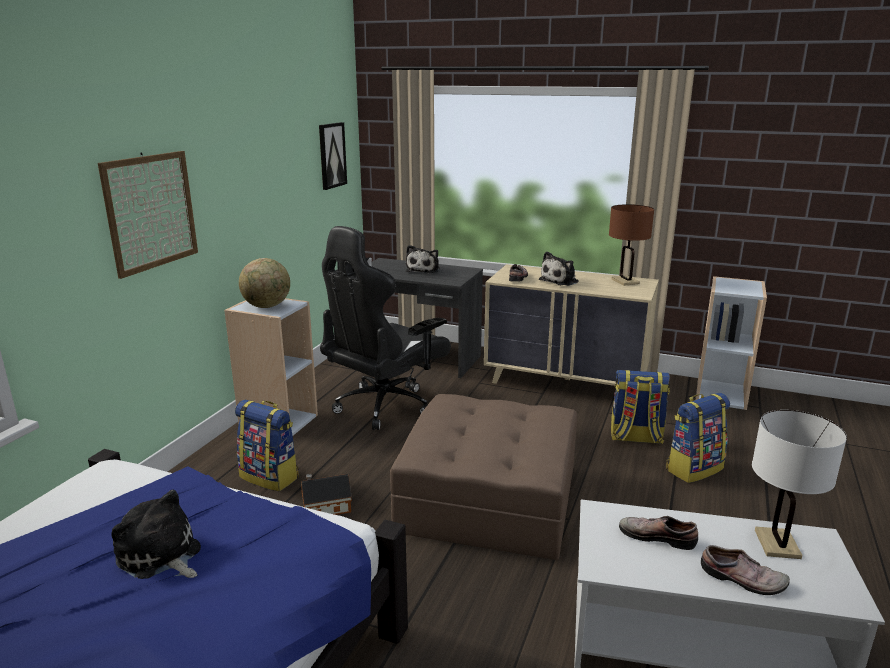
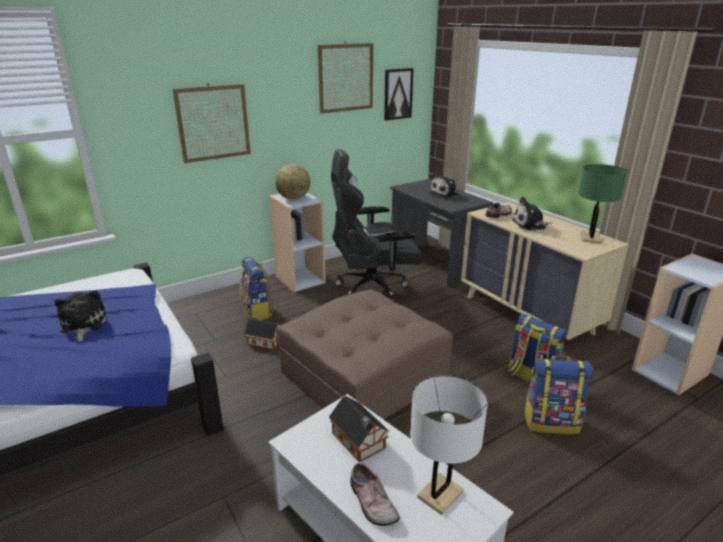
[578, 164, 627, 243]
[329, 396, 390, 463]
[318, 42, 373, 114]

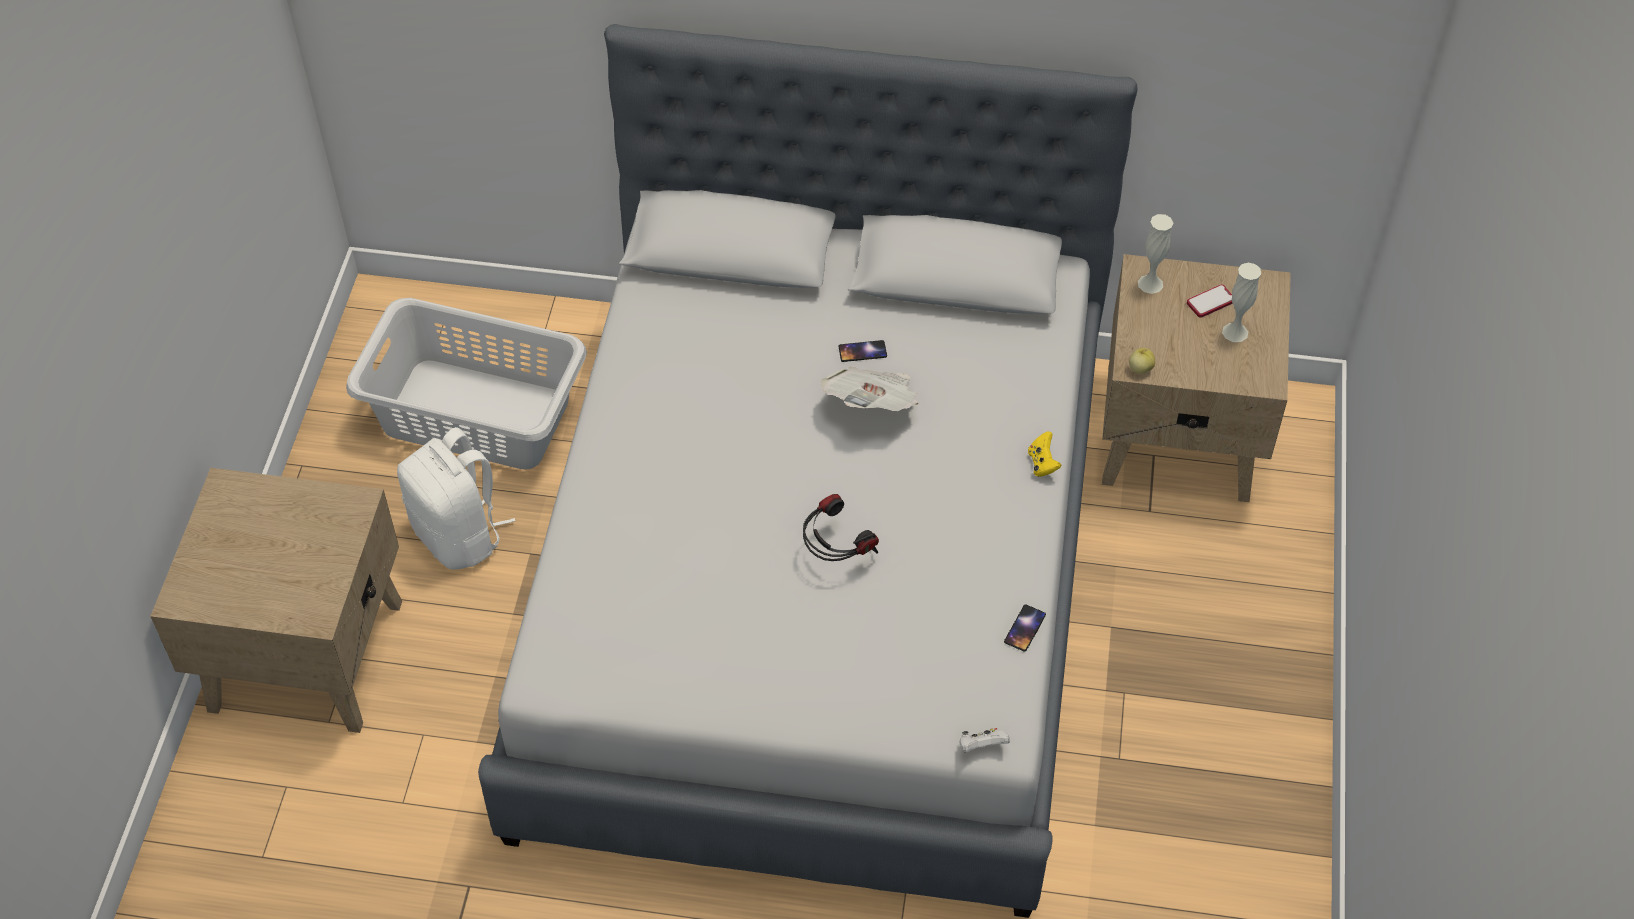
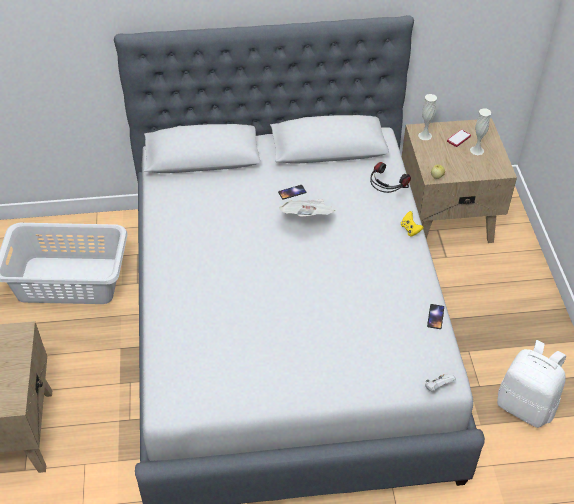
[497, 340, 566, 428]
[370, 162, 411, 193]

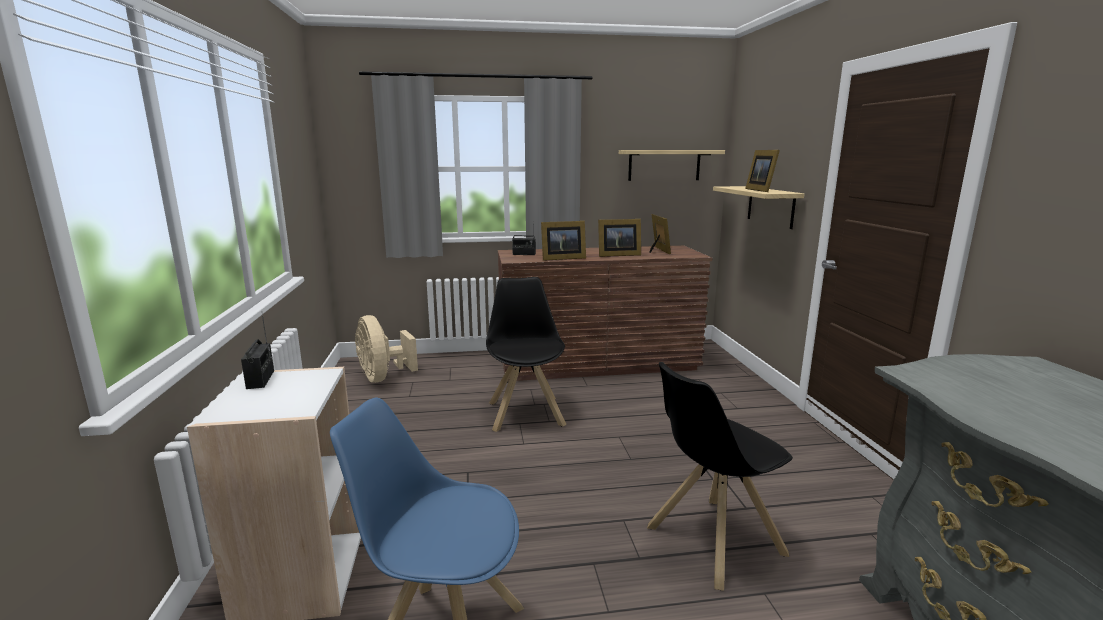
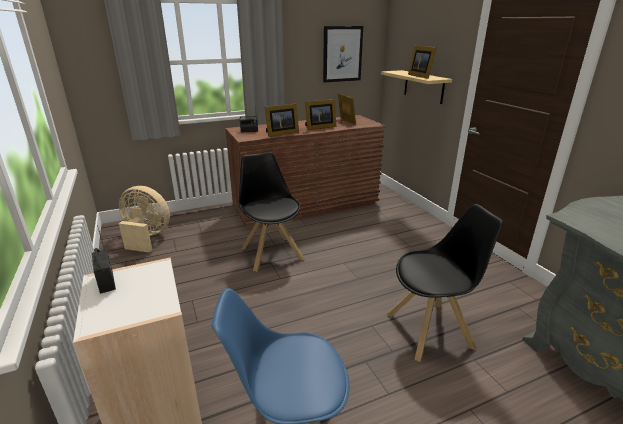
[119, 186, 170, 252]
[323, 26, 363, 82]
[387, 204, 504, 362]

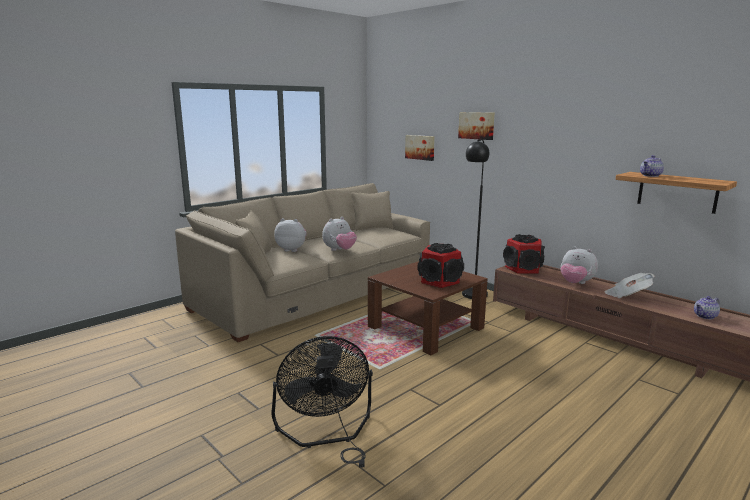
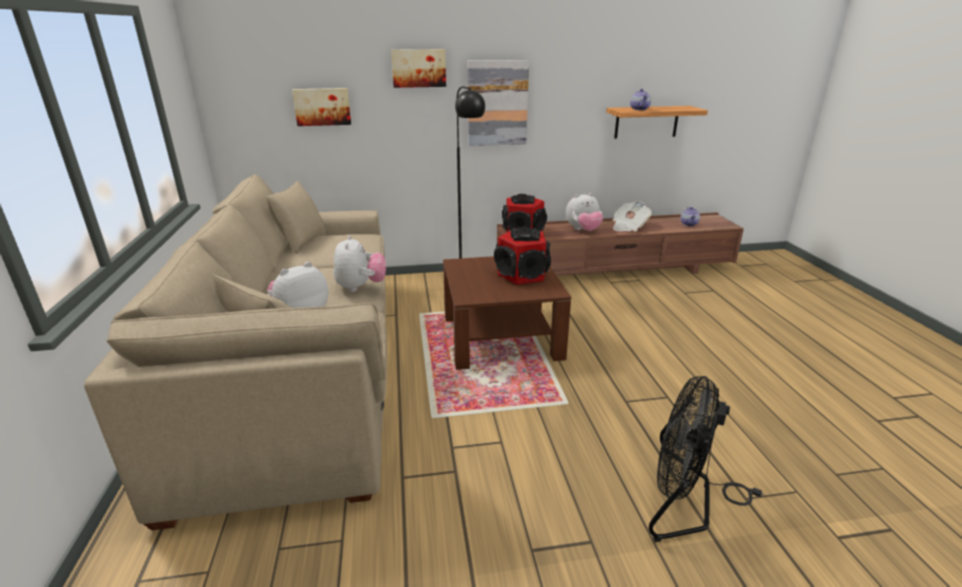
[467, 60, 529, 146]

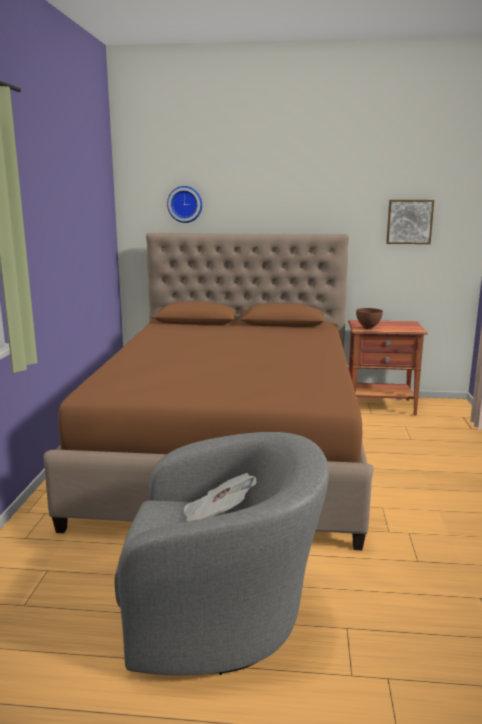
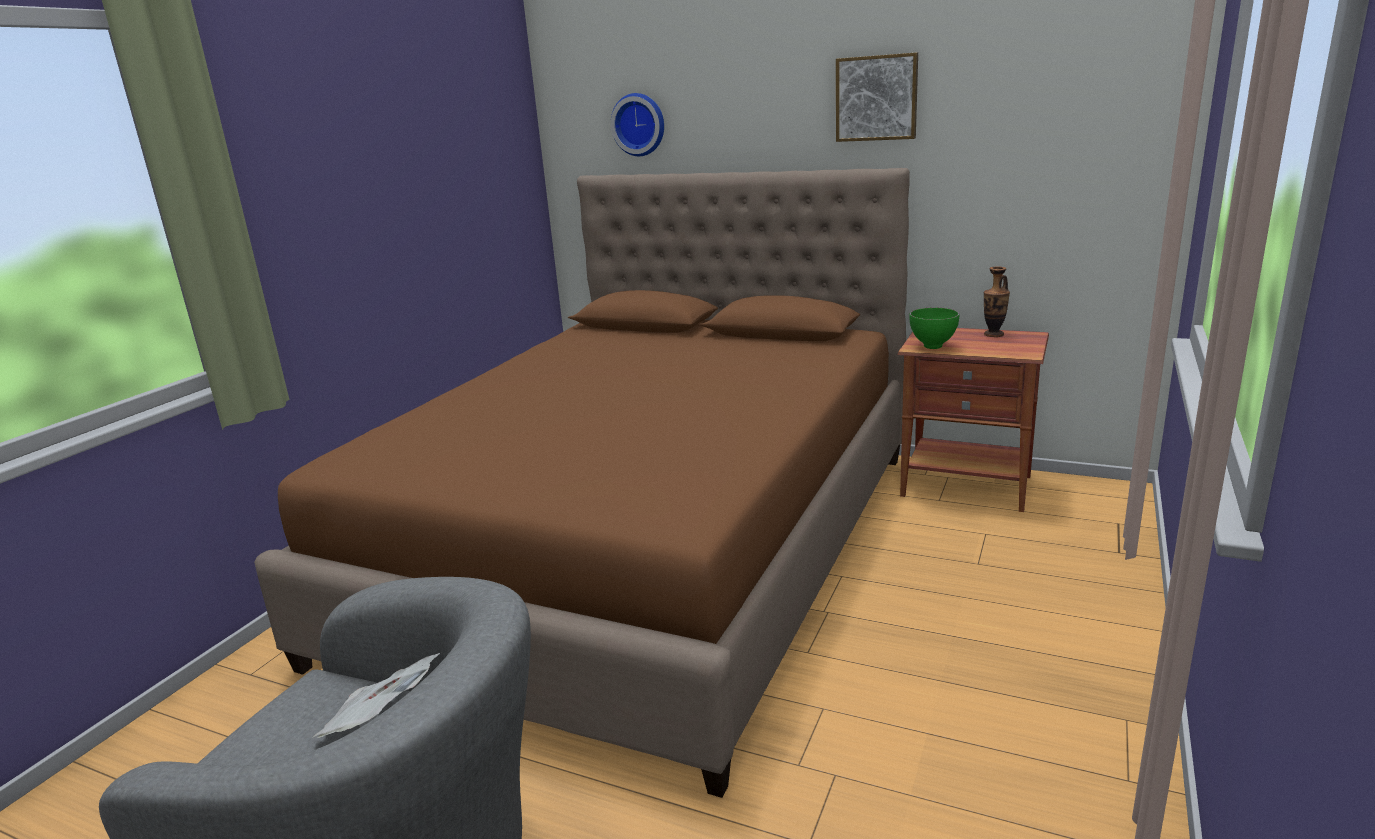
[909, 308, 959, 349]
[836, 52, 918, 142]
[984, 266, 1010, 337]

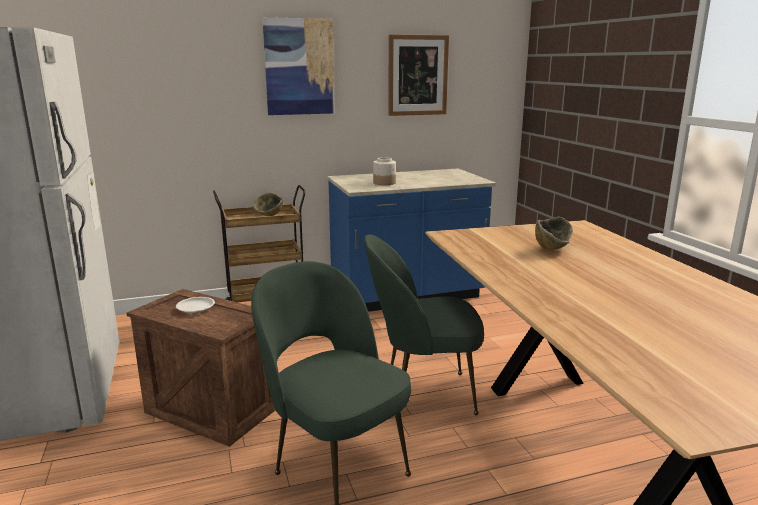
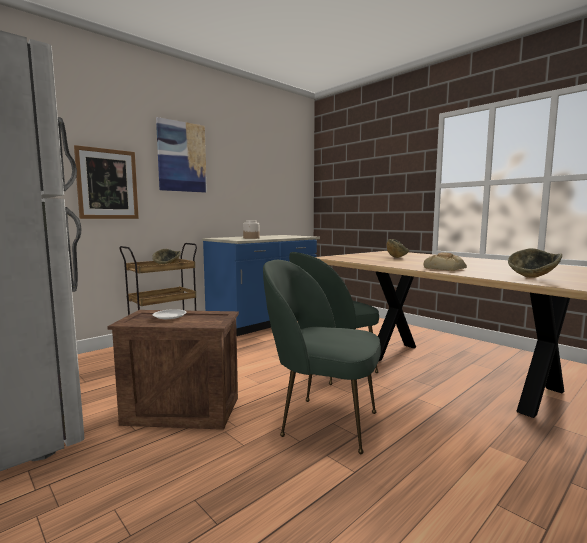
[74, 145, 139, 219]
[424, 252, 467, 271]
[508, 248, 562, 278]

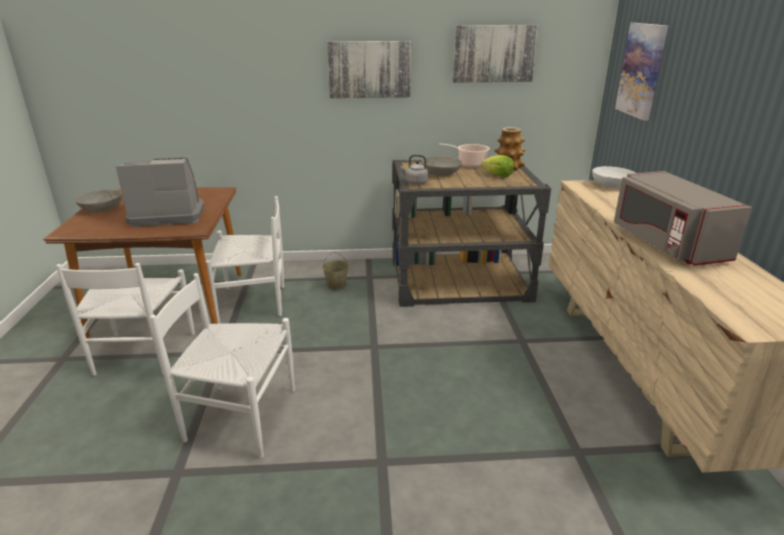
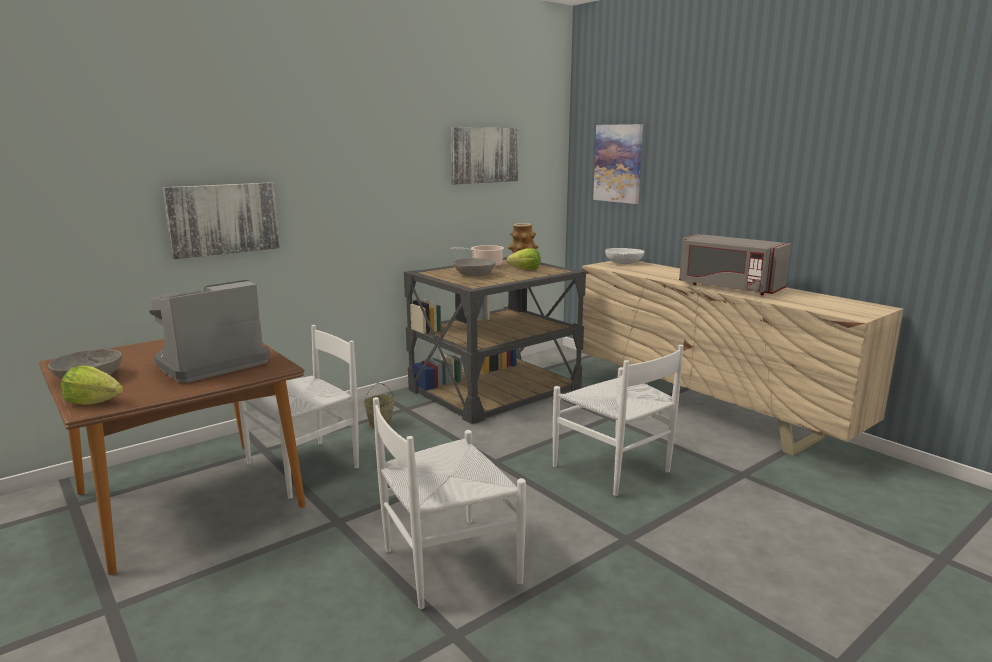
[553, 345, 683, 496]
[162, 183, 280, 259]
[400, 155, 429, 185] (first image)
[61, 365, 123, 405]

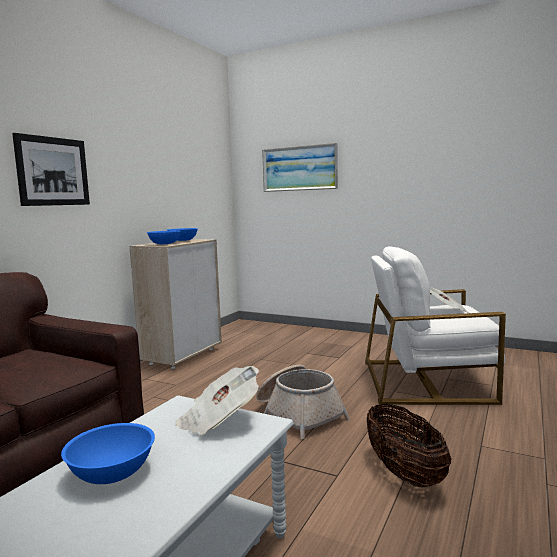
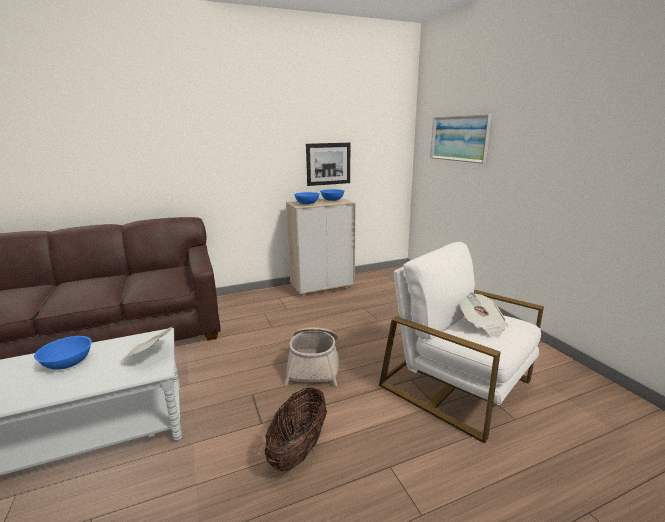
[306, 143, 350, 186]

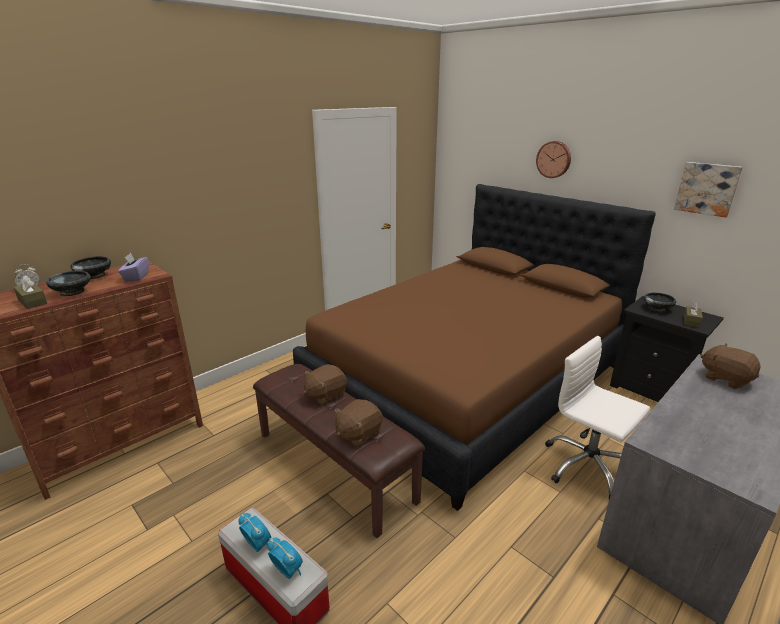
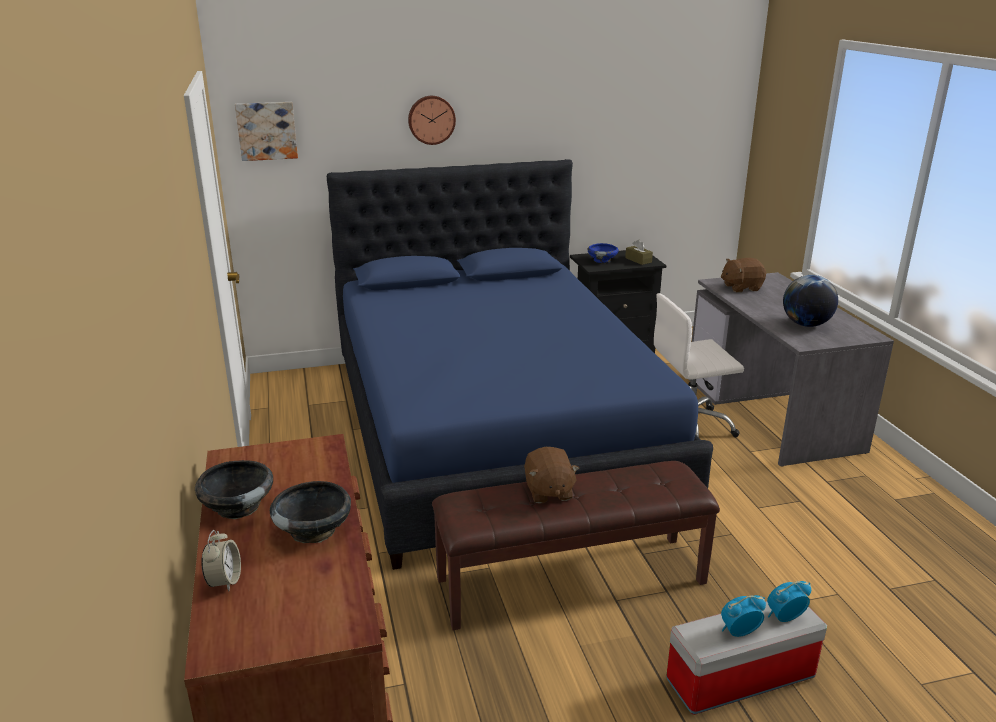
[14, 276, 47, 309] (first image)
[118, 253, 149, 281] (first image)
[327, 159, 713, 570]
[334, 399, 383, 448] (first image)
[588, 243, 619, 263]
[235, 102, 298, 161]
[783, 275, 838, 327]

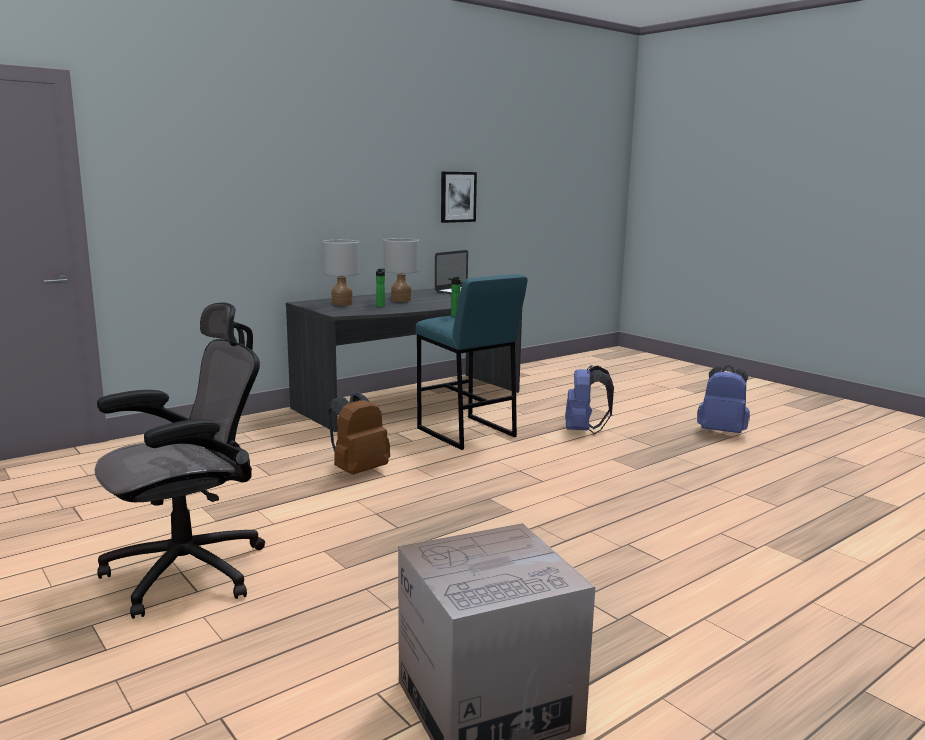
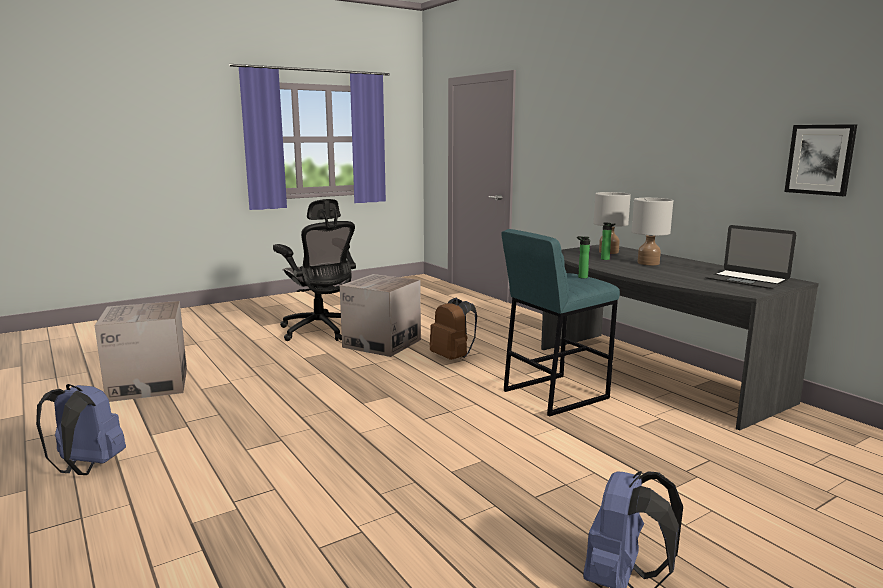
[36, 384, 126, 475]
[340, 274, 421, 357]

